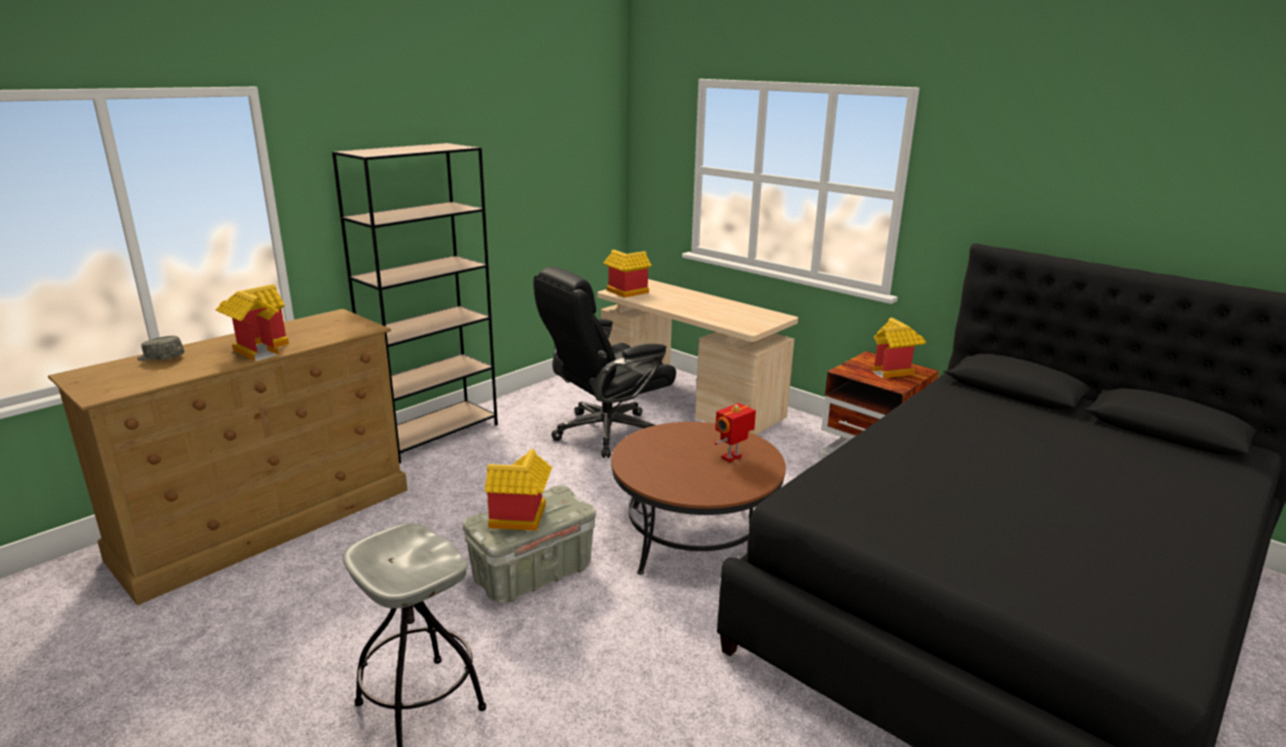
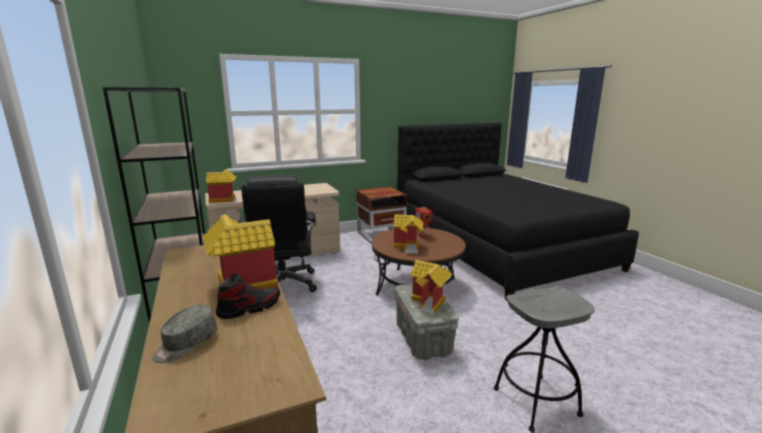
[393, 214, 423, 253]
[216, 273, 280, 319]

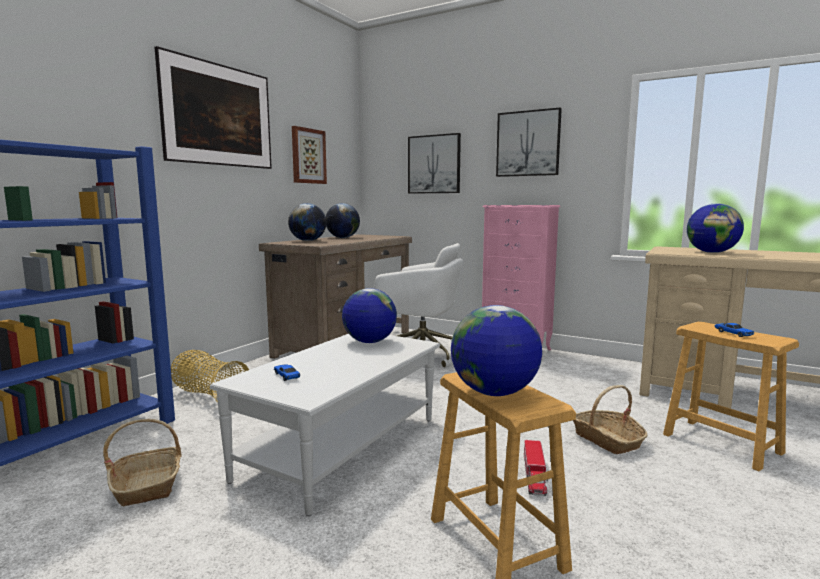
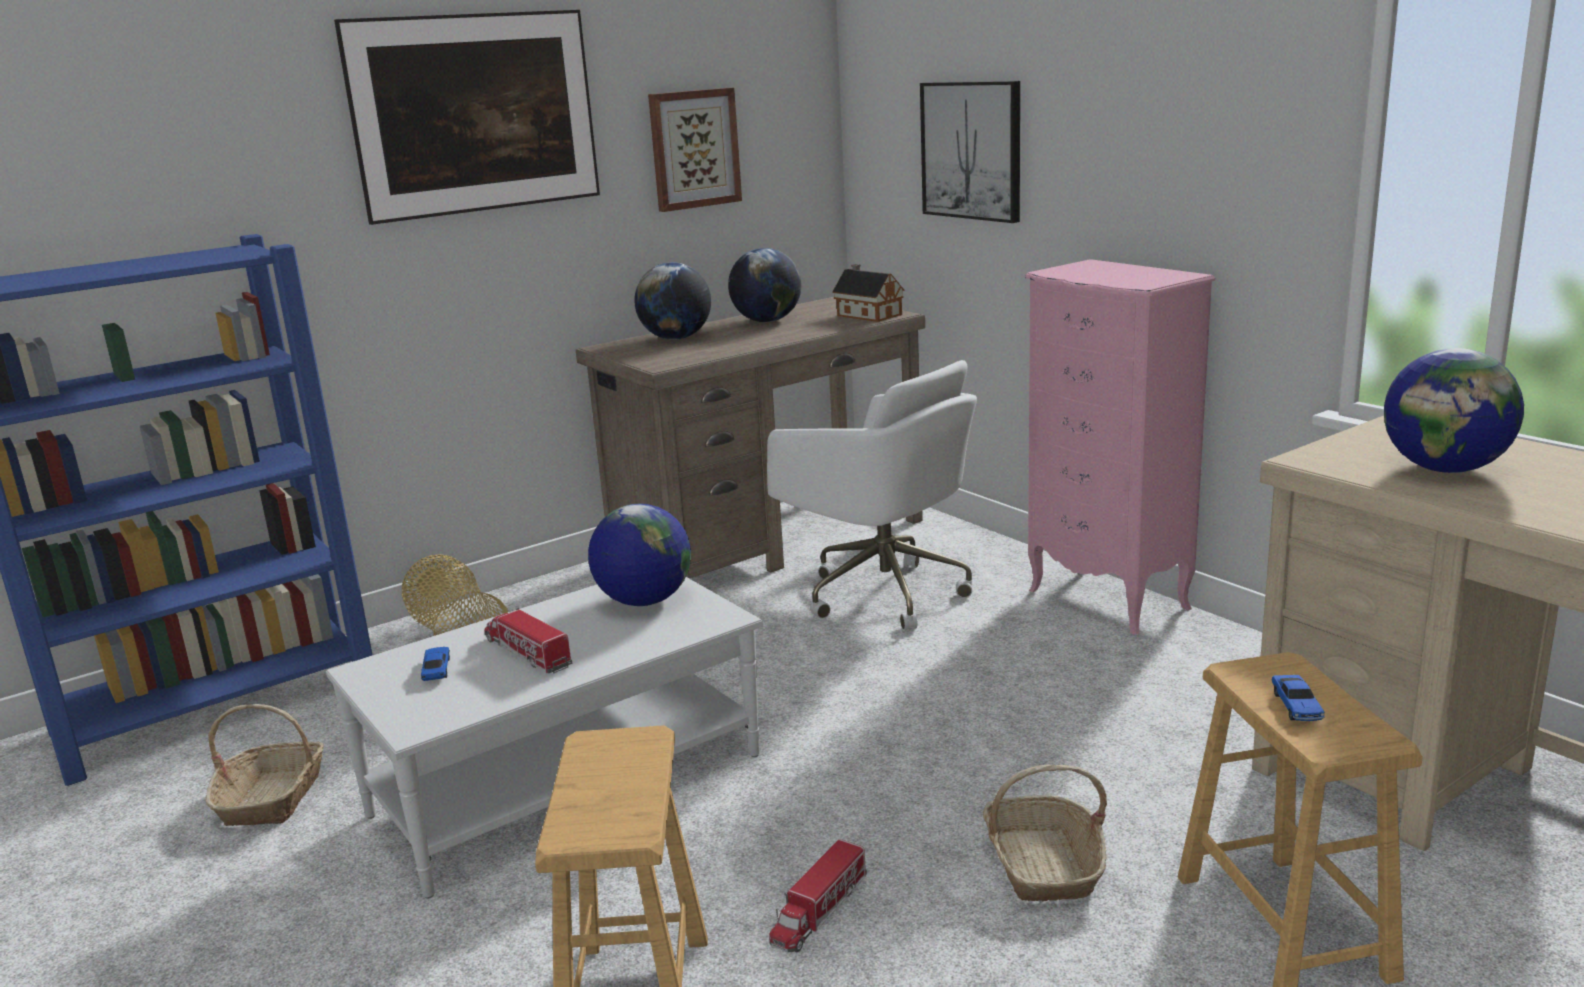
[451, 305, 542, 396] (first image)
[496, 108, 562, 177] (first image)
[484, 608, 572, 673]
[832, 264, 904, 322]

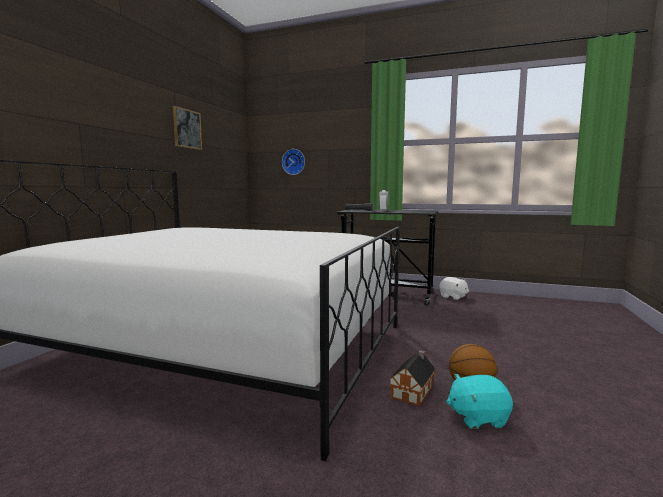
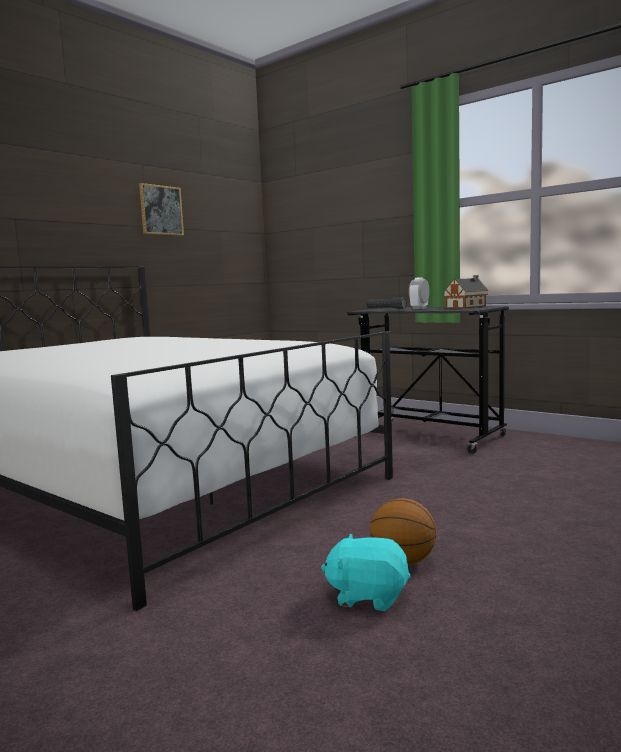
[282, 149, 305, 175] (first image)
[443, 275, 489, 308]
[439, 277, 469, 300] (first image)

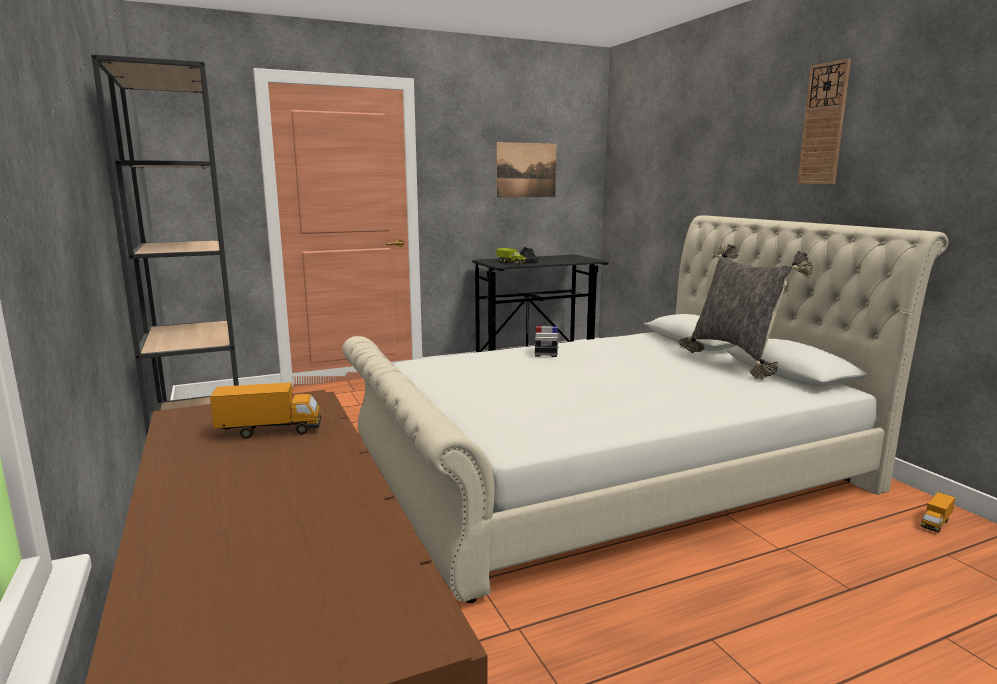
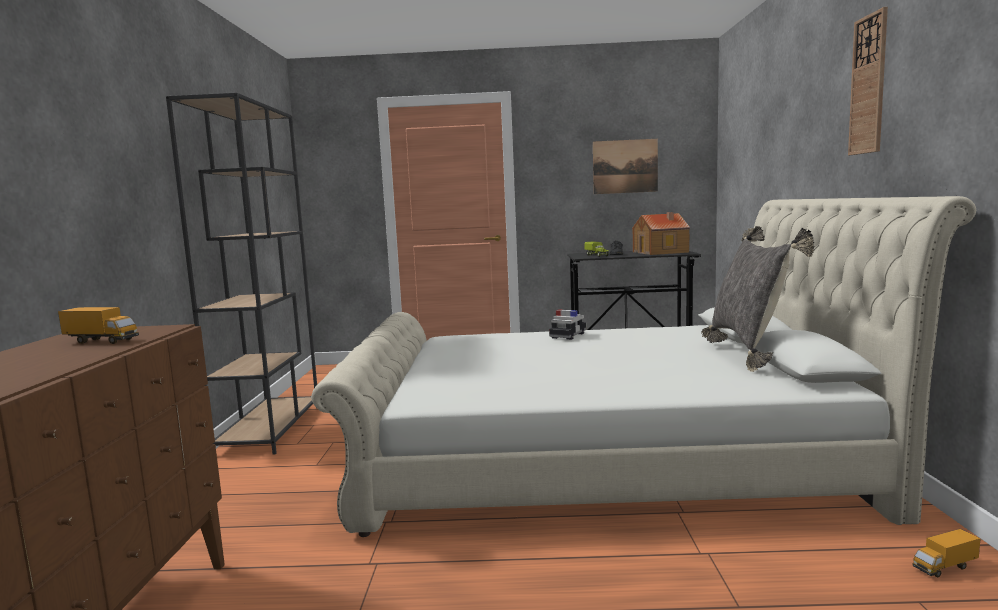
[632, 212, 690, 255]

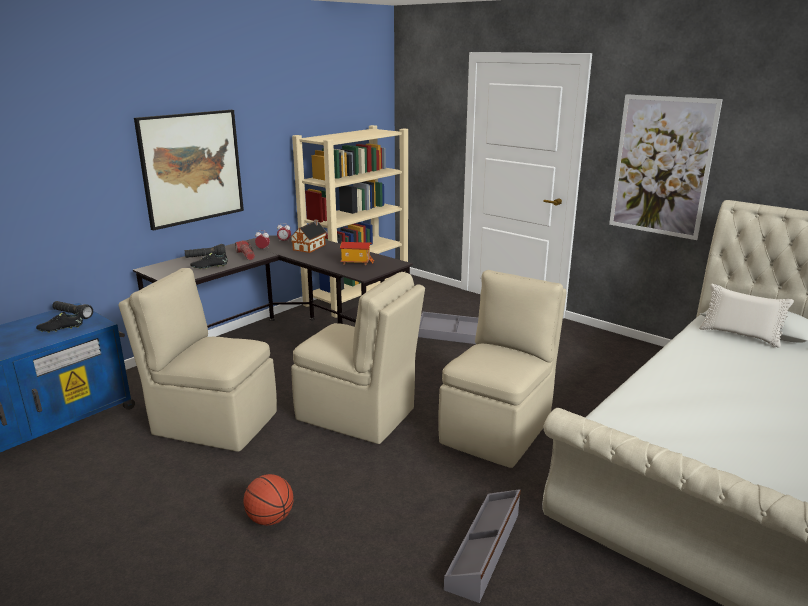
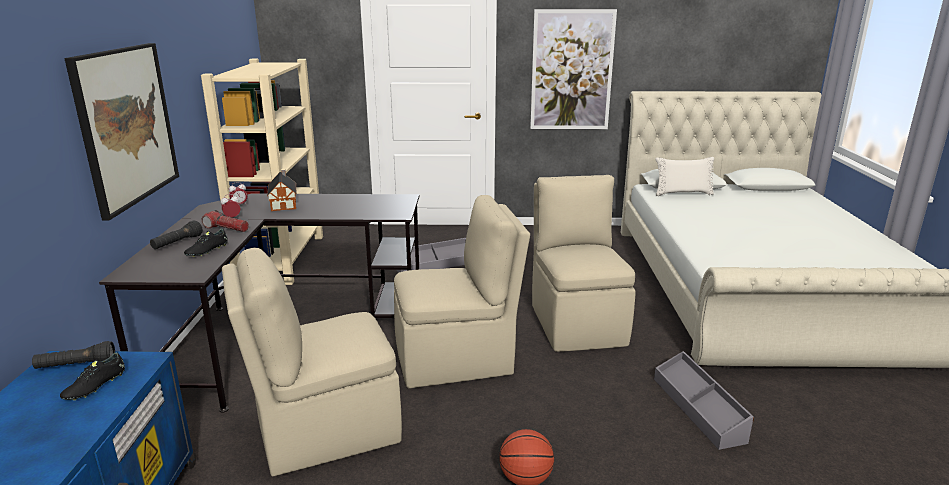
[340, 242, 374, 265] (first image)

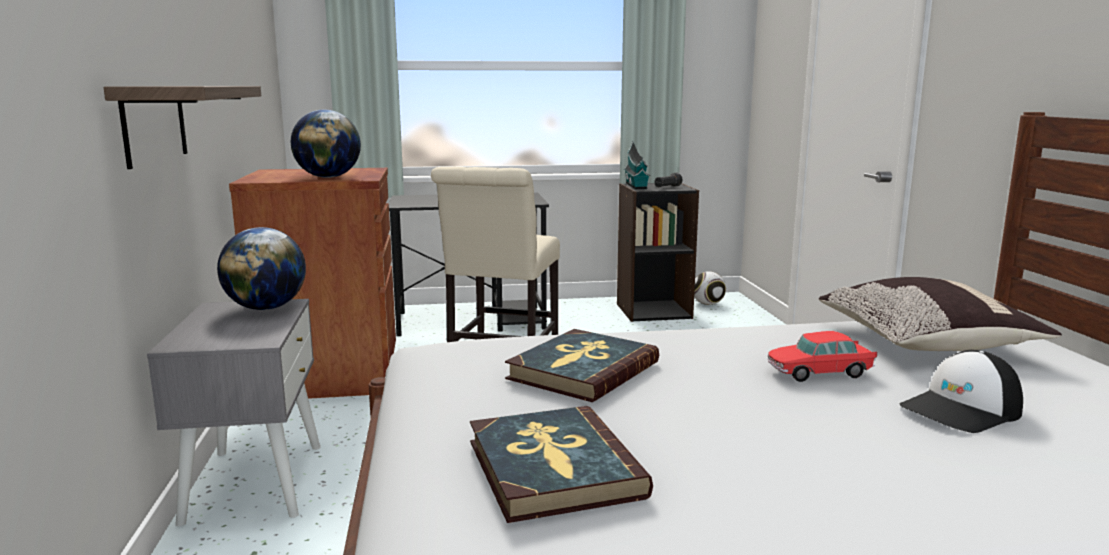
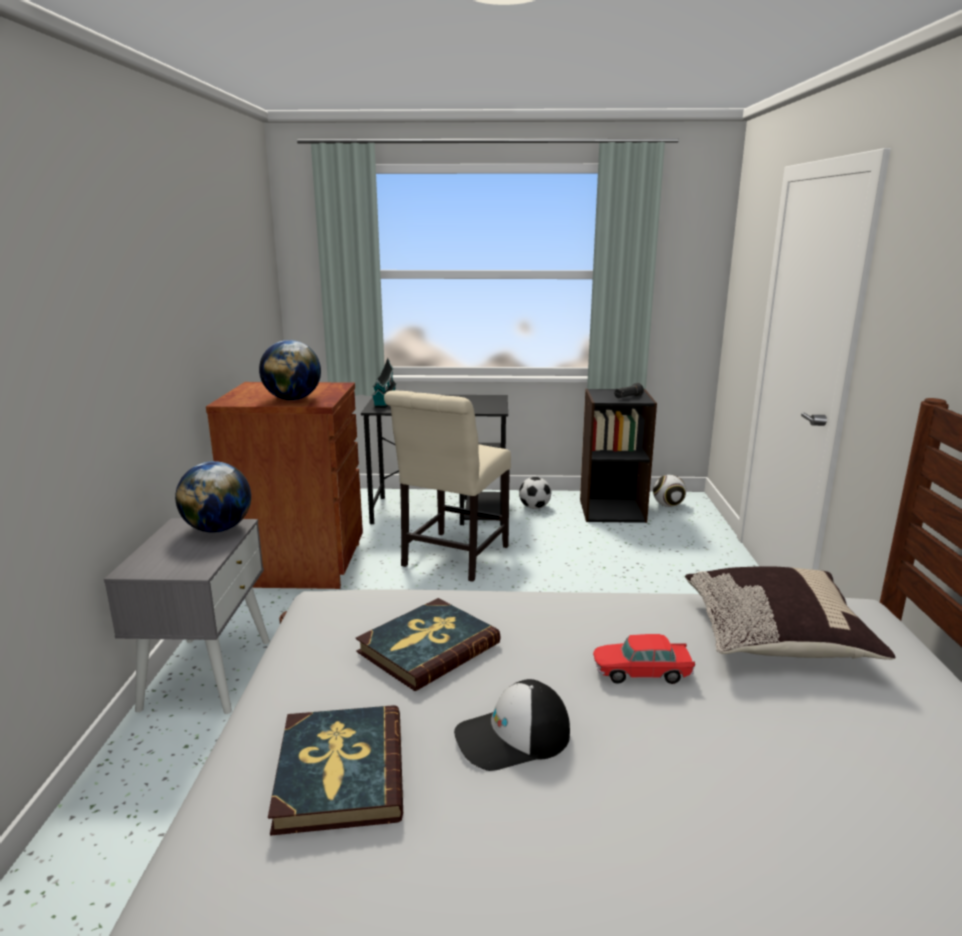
[104, 86, 261, 169] (first image)
[371, 358, 397, 408]
[454, 679, 570, 771]
[519, 477, 551, 509]

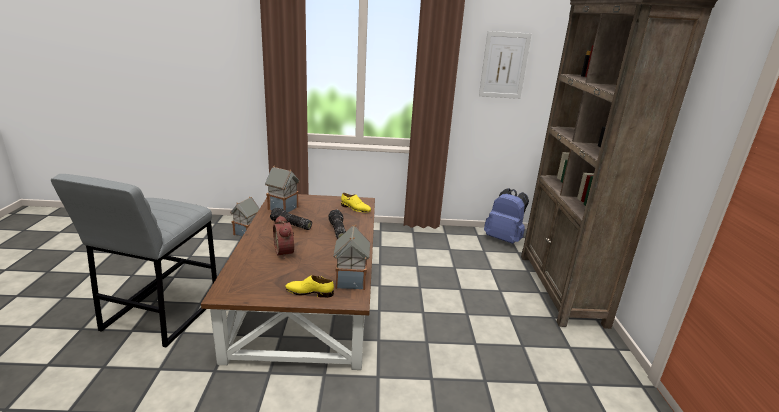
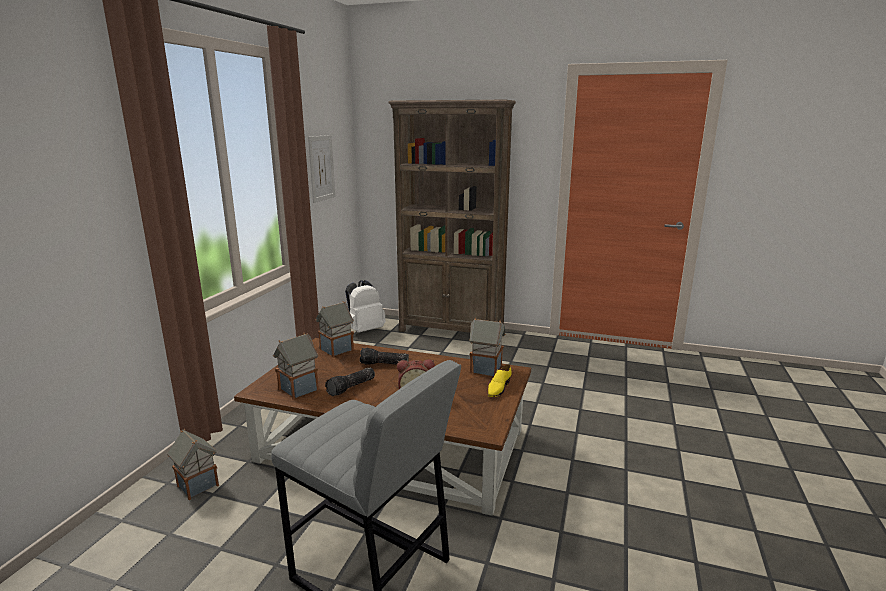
[315, 301, 354, 357]
[345, 280, 386, 333]

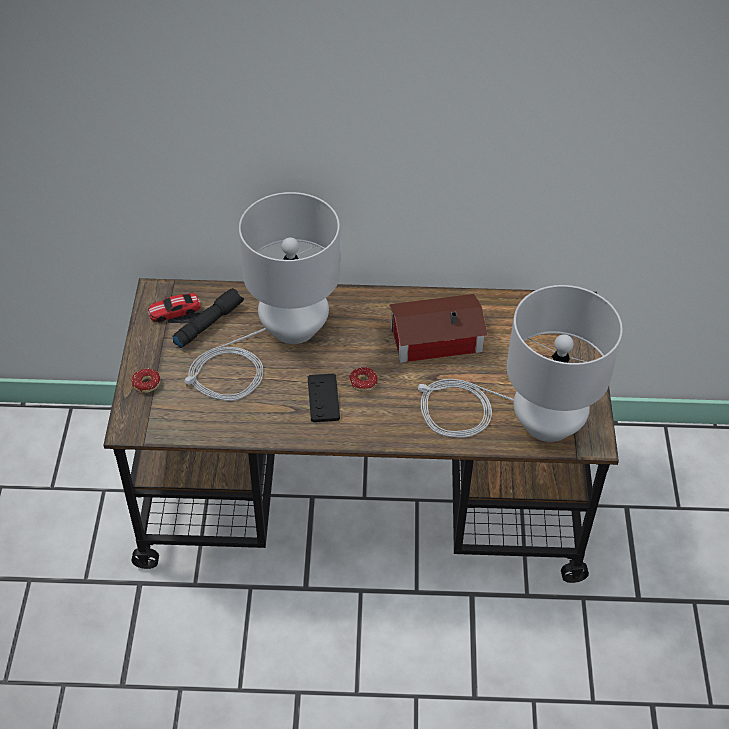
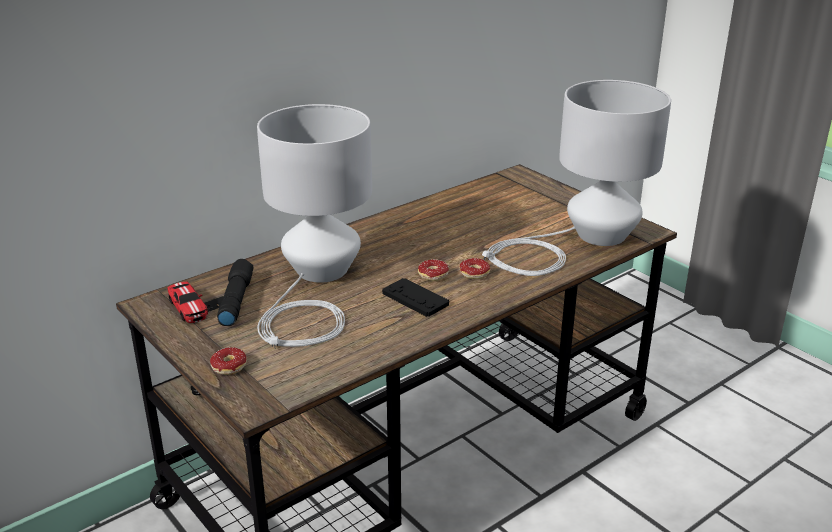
[167, 282, 208, 323]
[389, 294, 488, 363] (first image)
[460, 258, 490, 279]

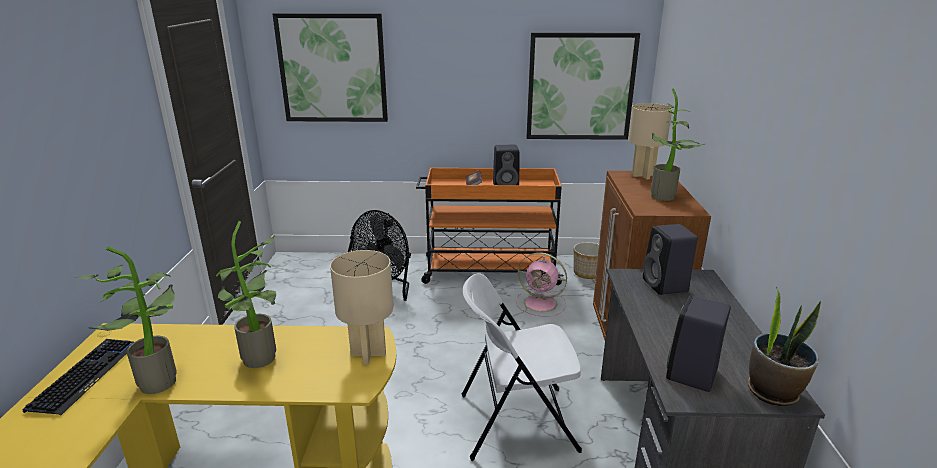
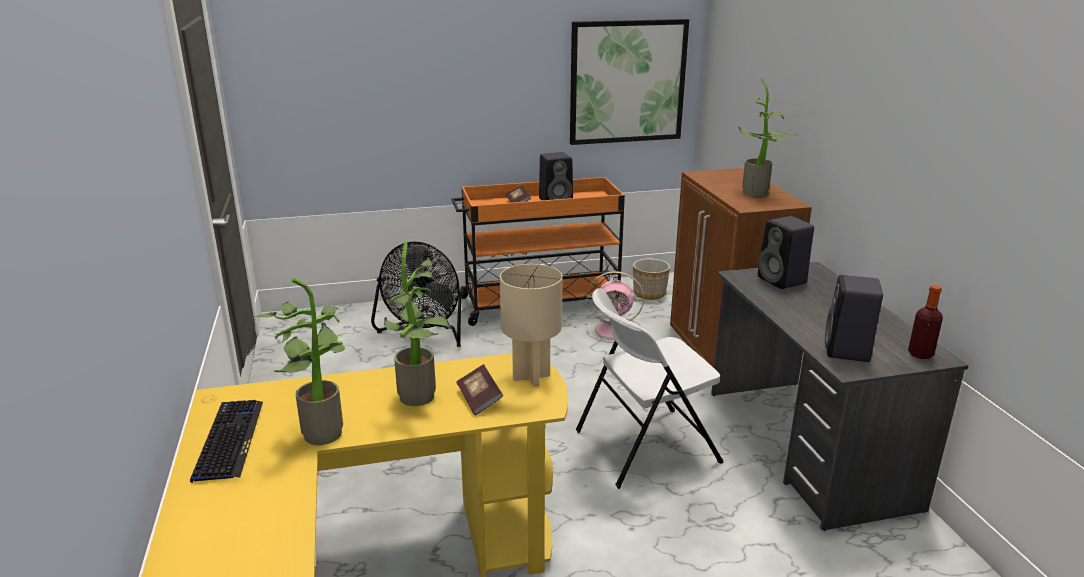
[273, 13, 388, 122] (first image)
[628, 103, 672, 179] (first image)
[908, 285, 943, 359]
[456, 364, 503, 415]

